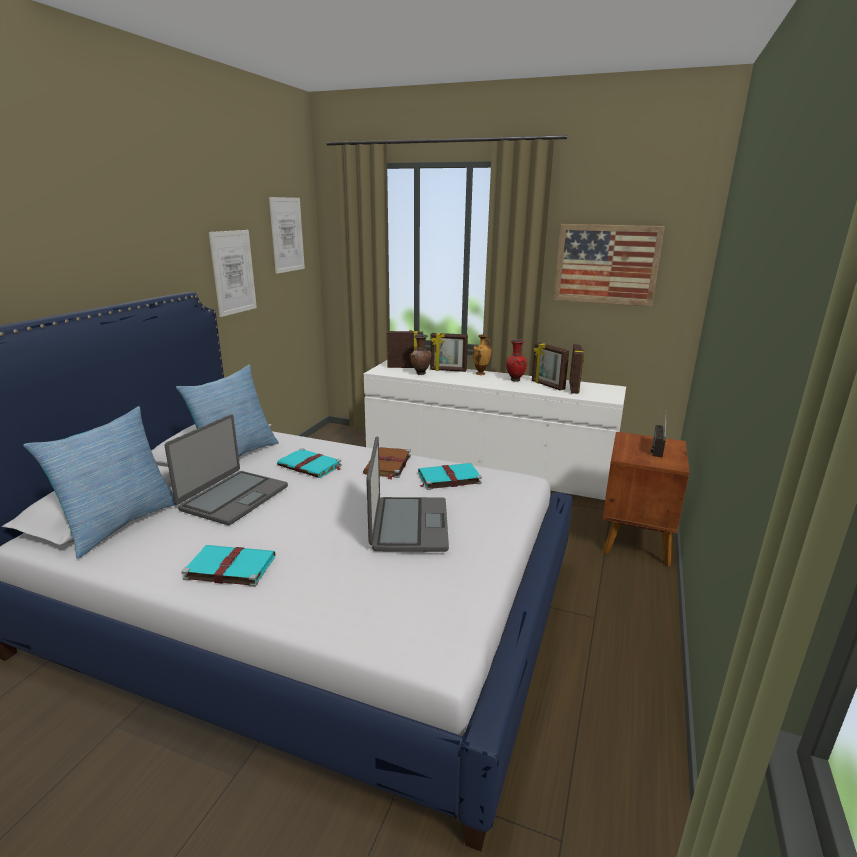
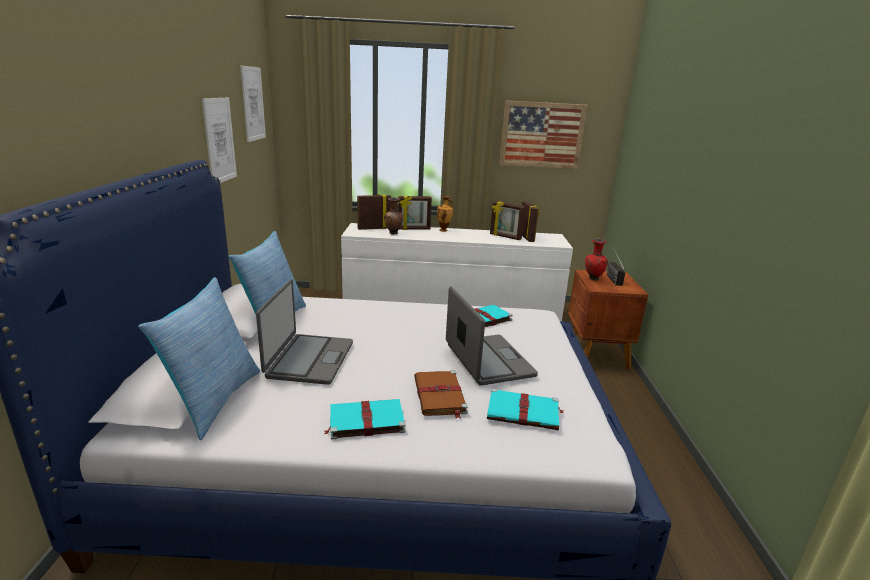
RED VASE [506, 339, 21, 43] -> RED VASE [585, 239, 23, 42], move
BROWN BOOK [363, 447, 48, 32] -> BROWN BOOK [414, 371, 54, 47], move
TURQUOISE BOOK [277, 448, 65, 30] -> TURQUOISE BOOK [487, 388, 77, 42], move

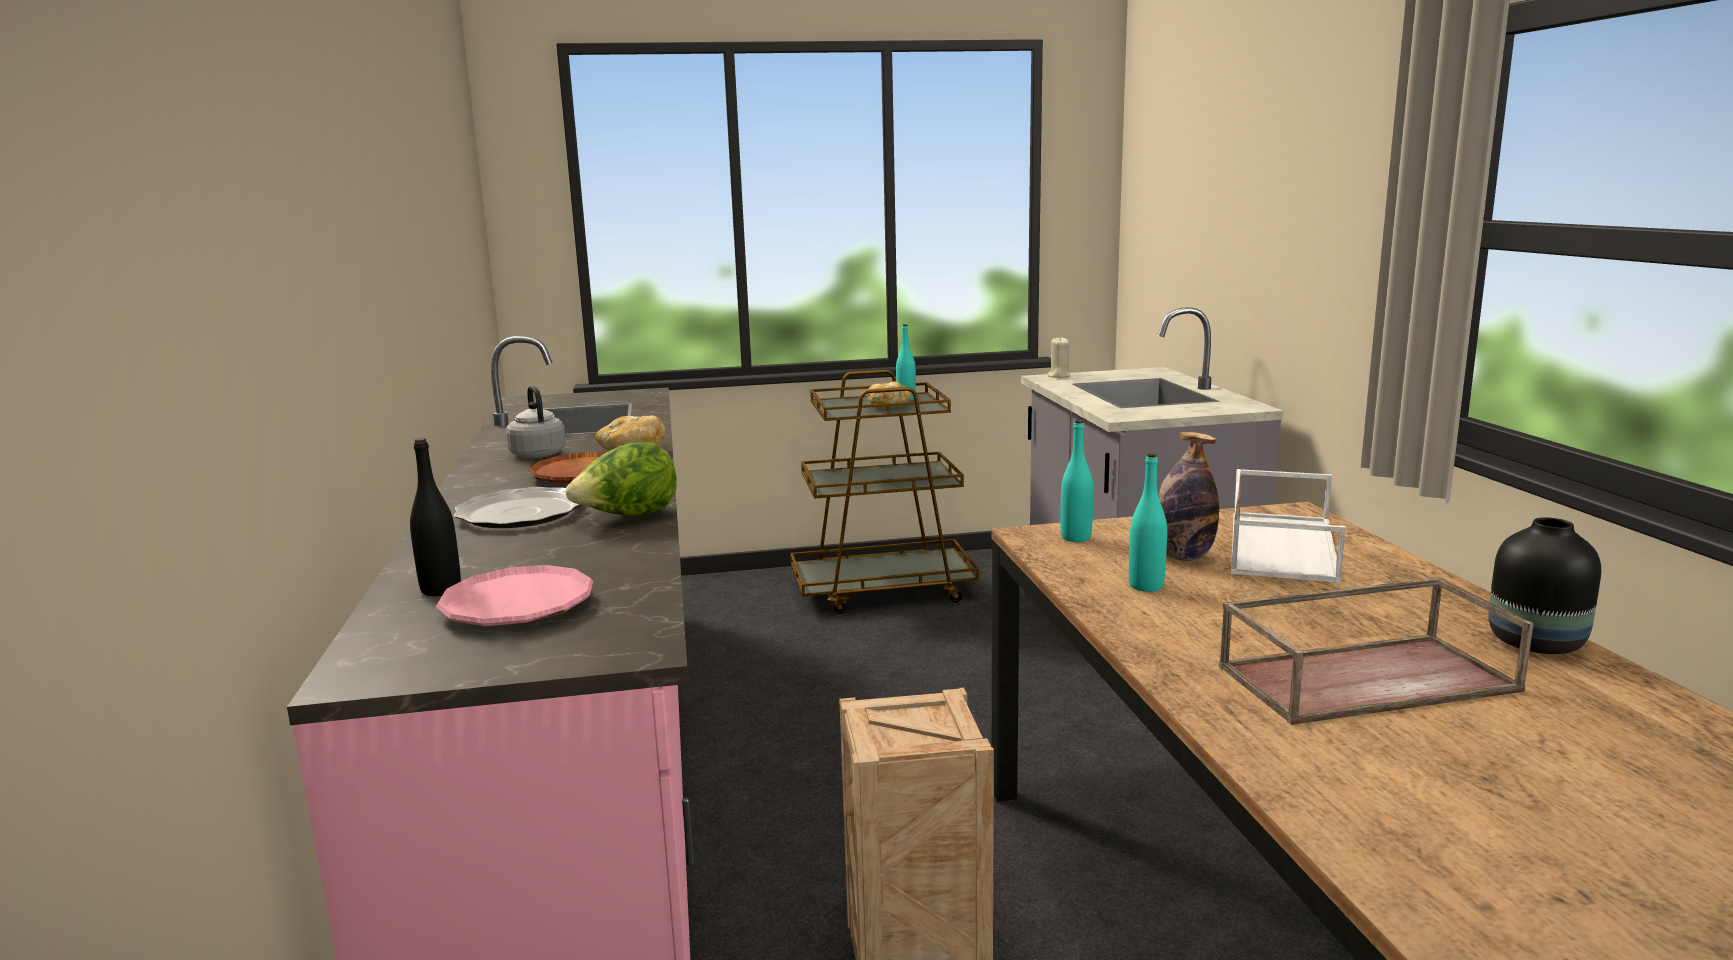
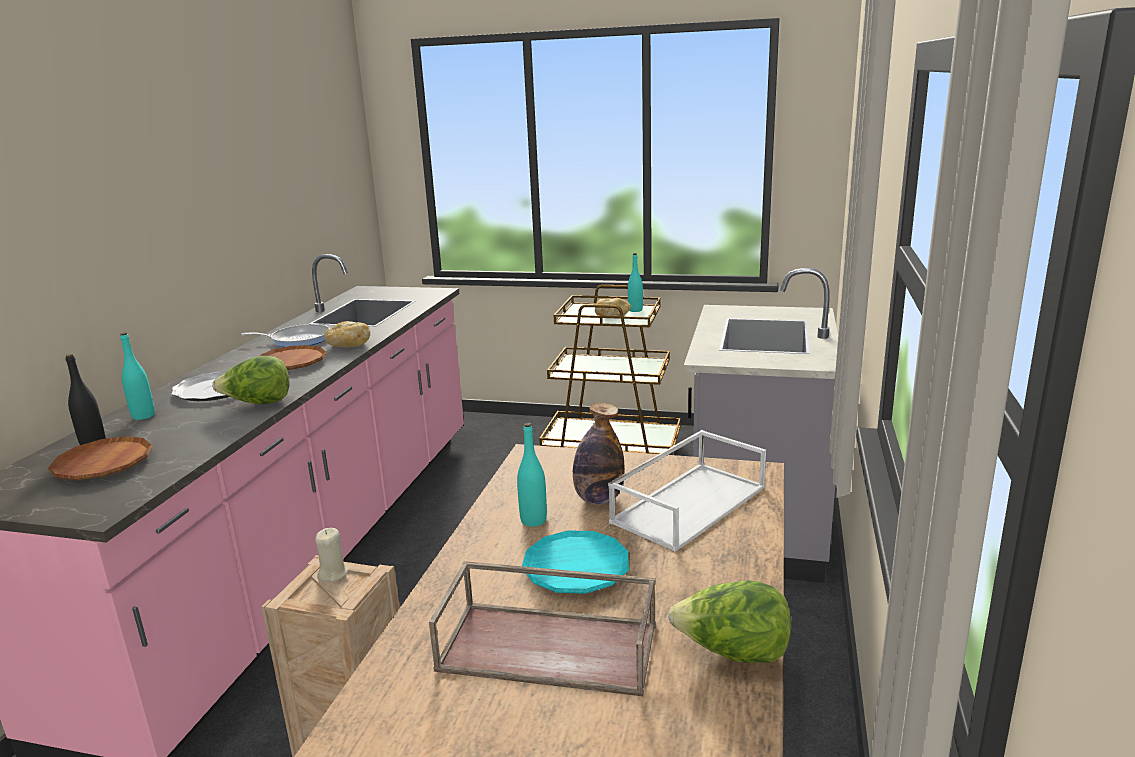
BEIGE CANDLE [1048, 338, 23, 40] -> BEIGE CANDLE [315, 528, 33, 54], move
GREY KETTLE [506, 385, 60, 73] -> FRYING PAN [241, 324, 89, 23]
TURQUOISE BOTTLE [1061, 420, 33, 122] -> TURQUOISE BOTTLE [120, 332, 35, 88], move
BLACK VASE [1488, 517, 113, 137] -> LETTUCE [668, 580, 124, 83]
PINK PLATE [436, 565, 157, 61] -> BROWN PLATE [48, 436, 105, 44]
none -> TURQUOISE PLATE [522, 530, 108, 64]

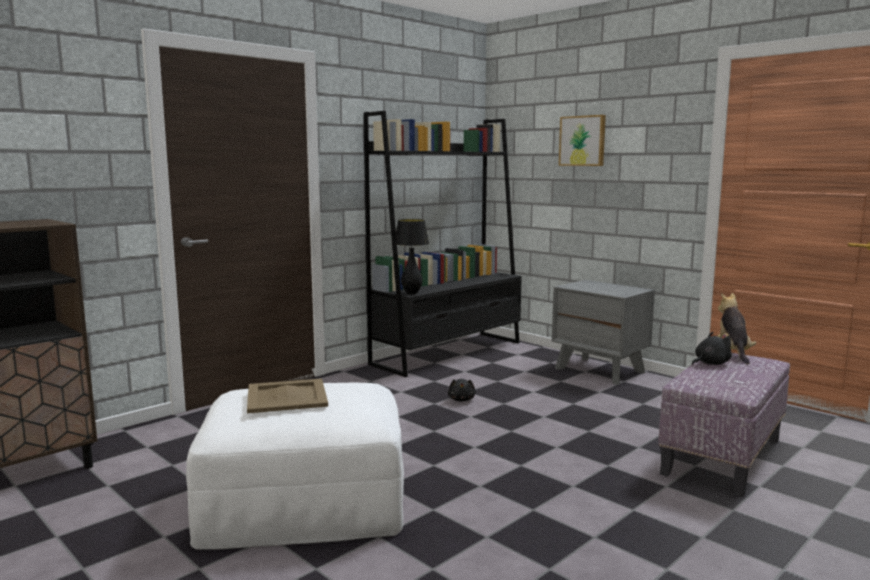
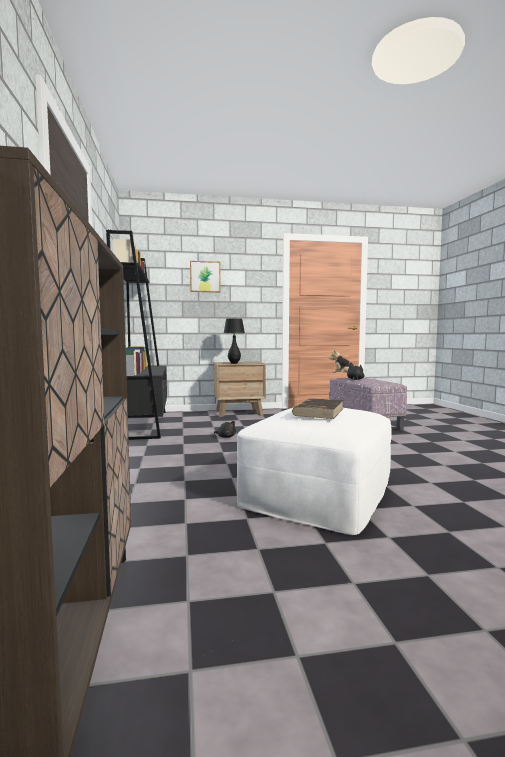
BLACK TABLE LAMP [396, 219, 33, 75] -> BLACK TABLE LAMP [224, 318, 21, 46], move
GREY NIGHTSTAND [552, 280, 103, 104] -> BROWN NIGHTSTAND [214, 362, 52, 55]
BEIGE TRAY [247, 378, 81, 35] -> BROWN BOOK [292, 398, 52, 21]

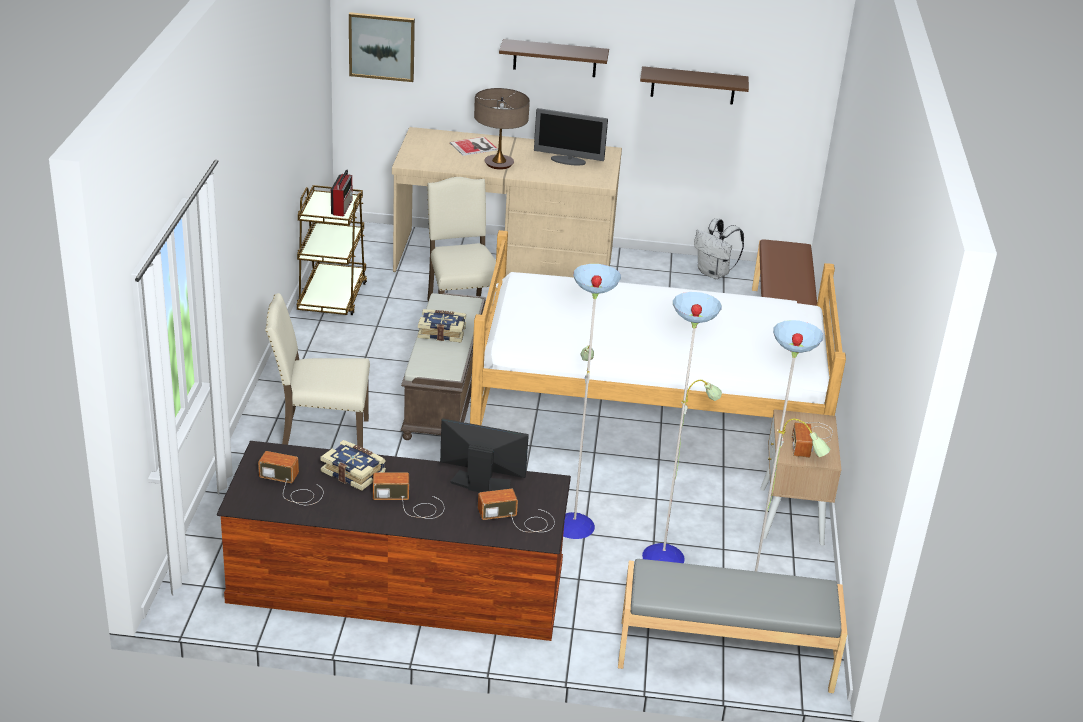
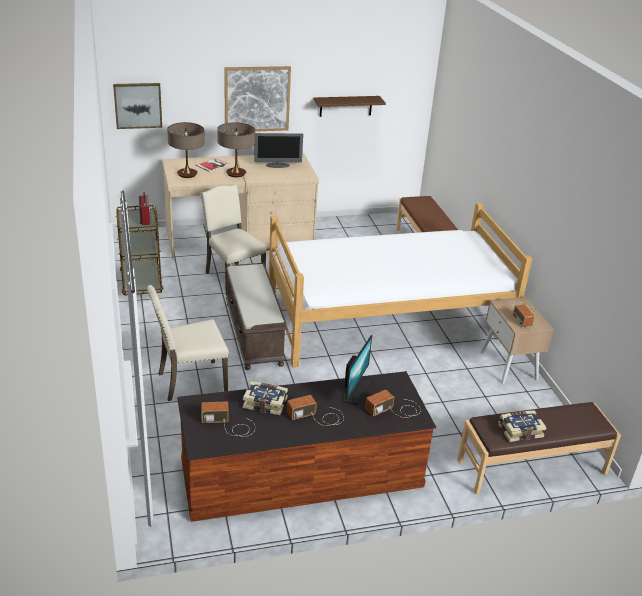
BROWN SHELF [499, 39, 110, 38] -> PICTURE [224, 66, 67, 66]
WHITE BACKPACK [694, 218, 50, 61] -> none
FLOOR LAMP [563, 264, 267, 308] -> none
BOOK [418, 309, 48, 33] -> BOOK [498, 410, 49, 32], move
MONITOR [440, 418, 89, 74] -> MONITOR [343, 335, 29, 70], 120 degrees clockwise
GREY BENCH [618, 559, 229, 134] -> BROWN BENCH [457, 402, 164, 93]
none -> TABLE LAMP [167, 122, 38, 56]

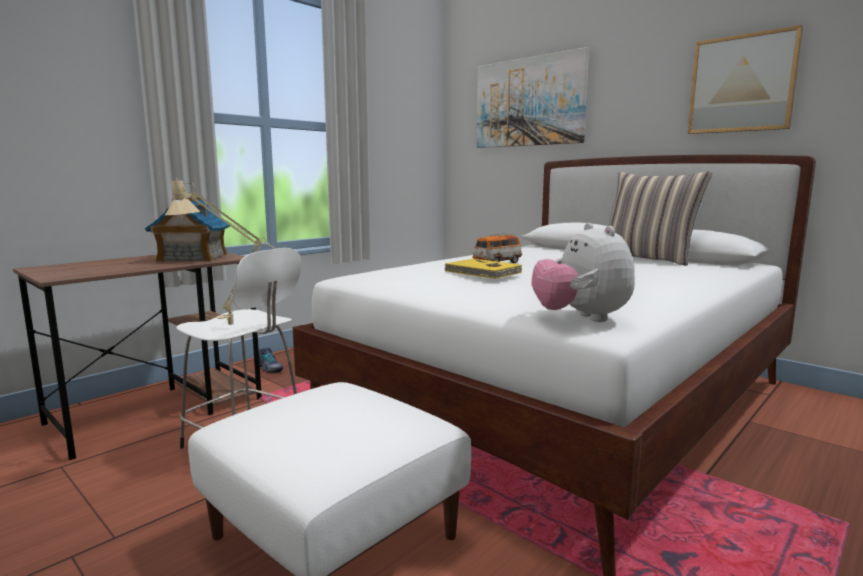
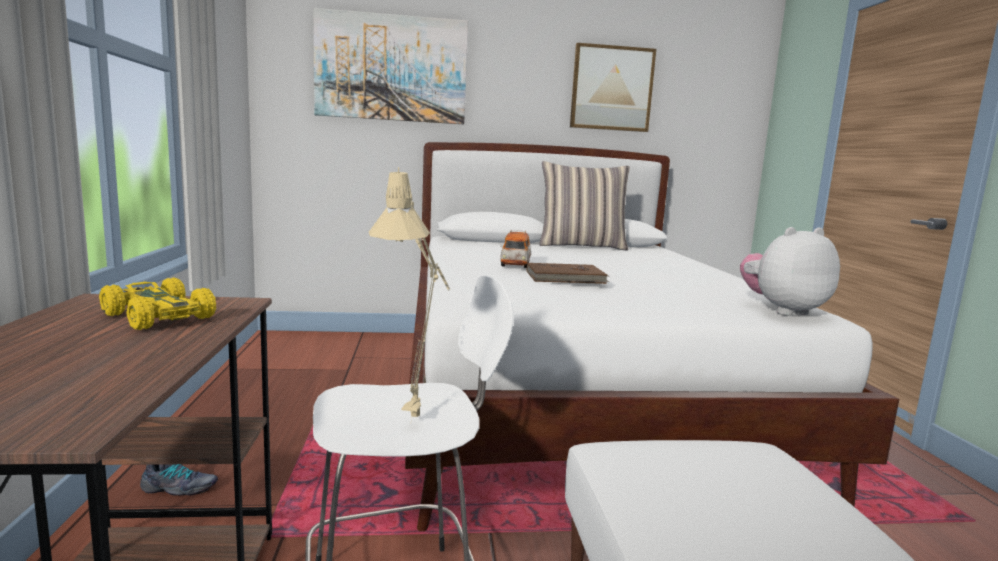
TOY HOUSE [145, 196, 87, 66] -> YELLOW TOY CAR [99, 278, 117, 52]
PLUSH TOY [531, 223, 104, 99] -> PLUSH TOY [740, 227, 100, 89], 135 degrees clockwise
YELLOW BOOK [444, 259, 78, 20] -> BROWN BOOK [527, 263, 83, 21]

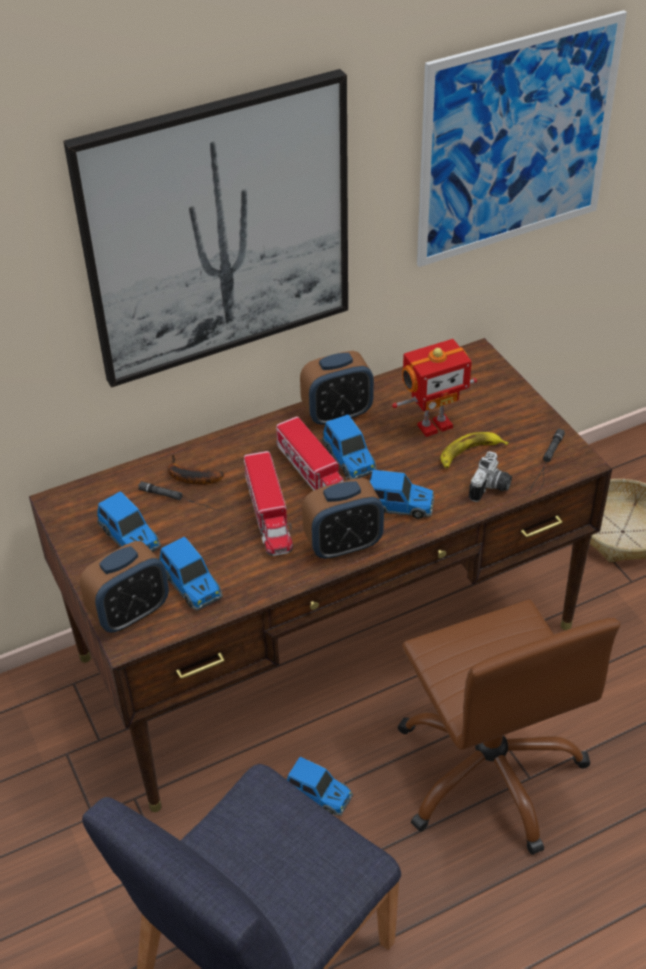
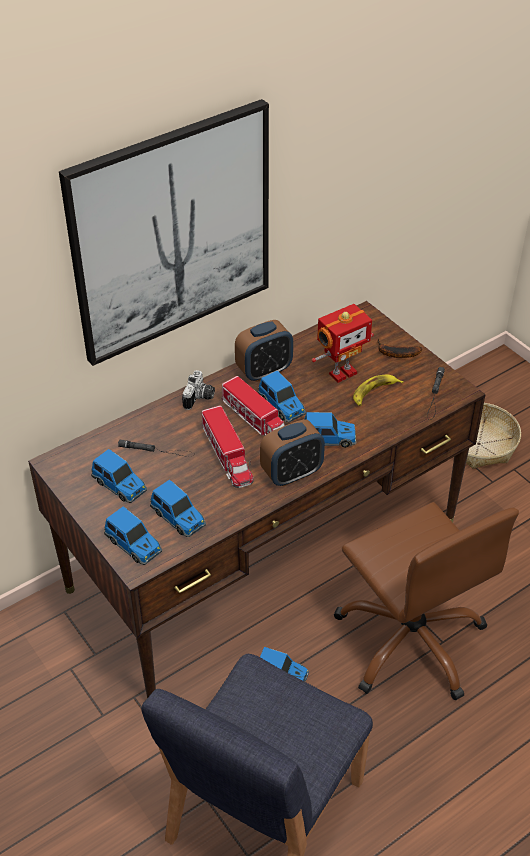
PICTURE [417, 10, 210, 257] -> none
PHOTO CAMERA [469, 451, 43, 51] -> PHOTO CAMERA [182, 370, 33, 40], move
BANANA [168, 455, 56, 30] -> BANANA [378, 339, 44, 19], move
ALARM CLOCK [80, 541, 89, 92] -> TOY CAR [104, 507, 58, 58]

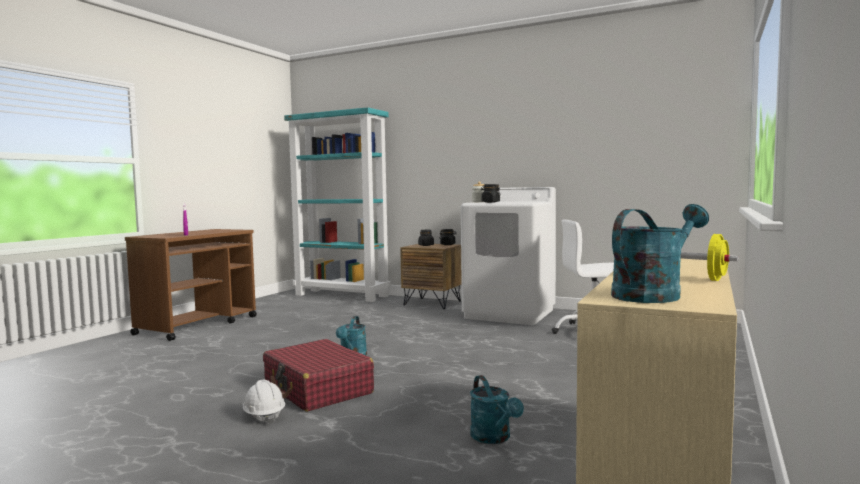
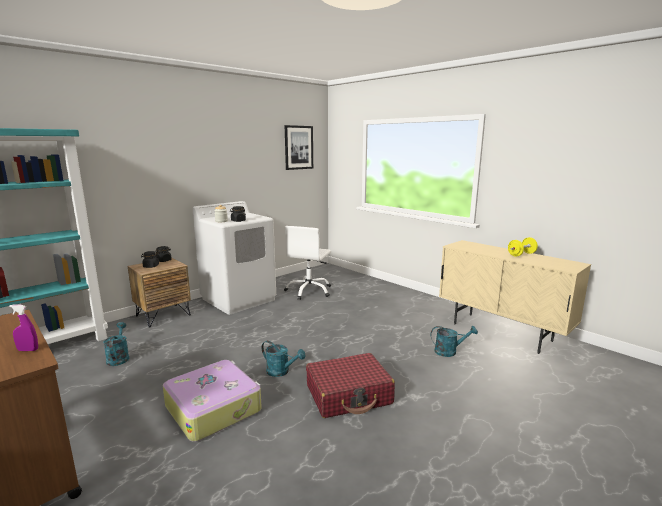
TURQUOISE WATERING CAN [611, 204, 98, 99] -> TURQUOISE WATERING CAN [103, 322, 26, 44], move
WHITE HARD HAT [243, 380, 42, 44] -> none
none -> PICTURE [285, 125, 28, 45]
none -> SUITCASE [163, 360, 99, 82]

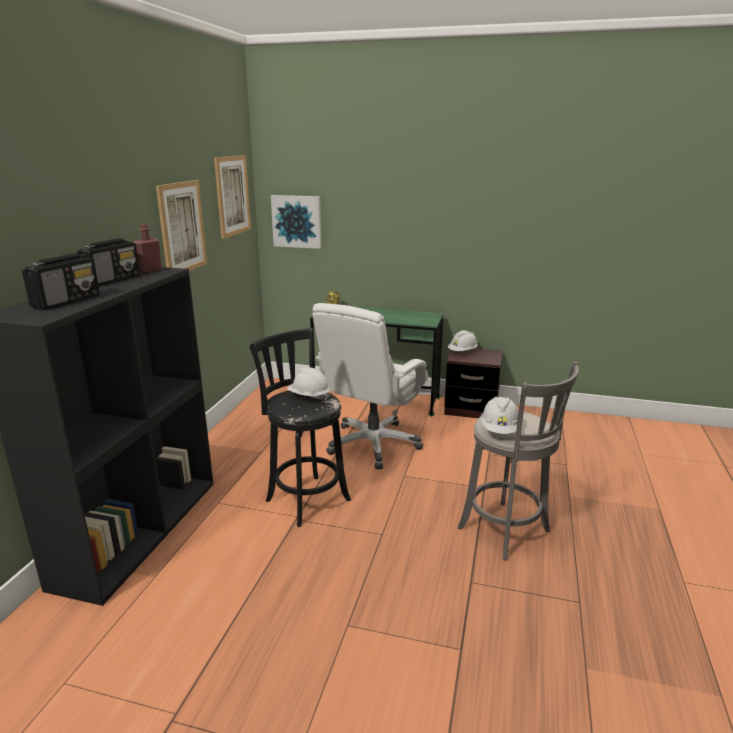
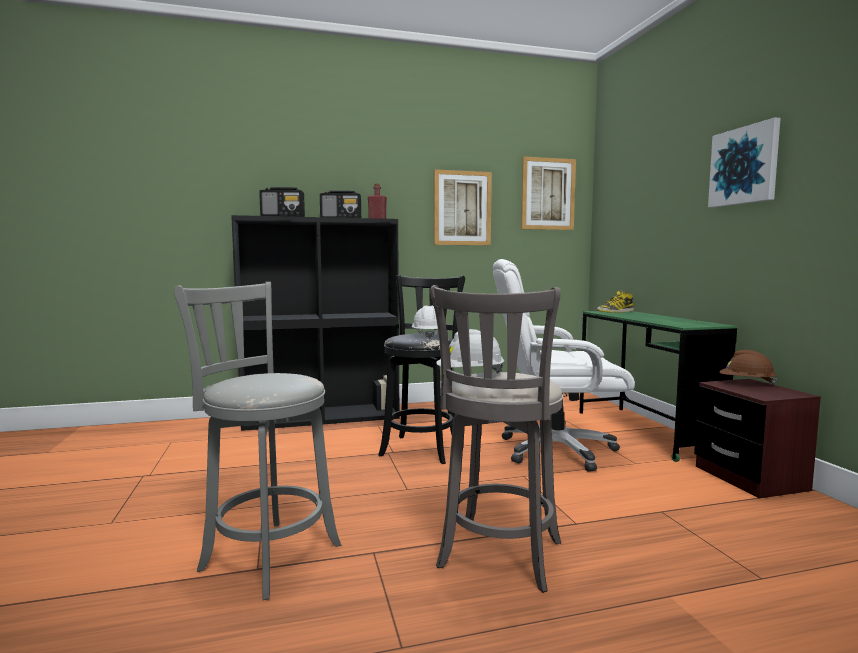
PICTURE [271, 195, 51, 54] -> PICTURE [708, 117, 73, 91], move
WHITE HARD HAT [448, 330, 30, 21] -> BROWN HARD HAT [719, 350, 58, 35]
none -> GREY STOOL [174, 282, 167, 318]

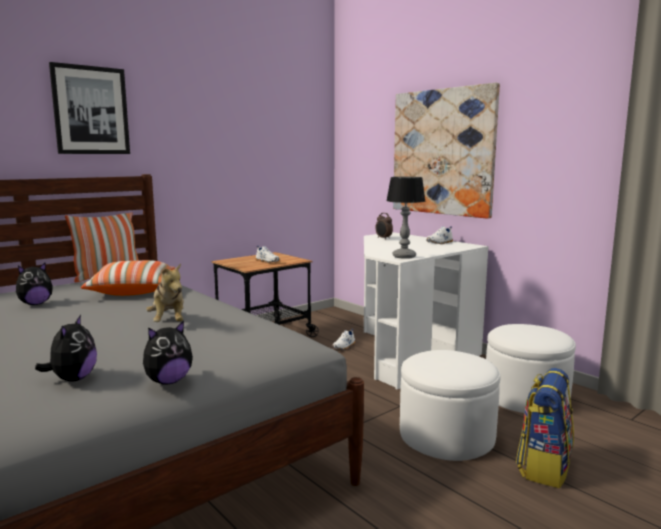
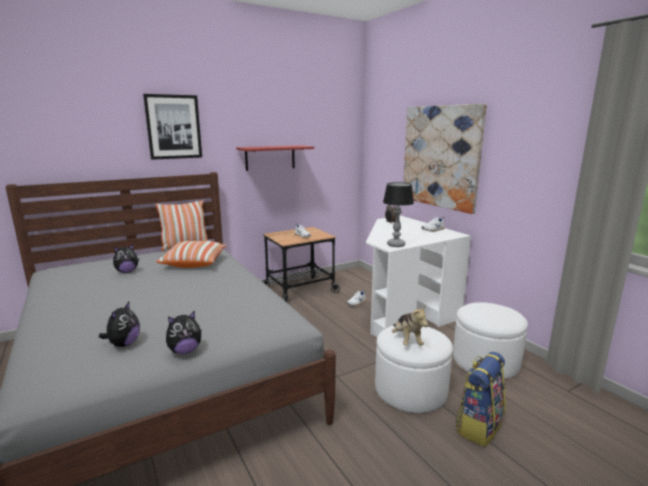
PLUSH TOY [146, 263, 38, 59] -> PLUSH TOY [392, 305, 36, 41], move
none -> RED SHELF [236, 145, 78, 26]

